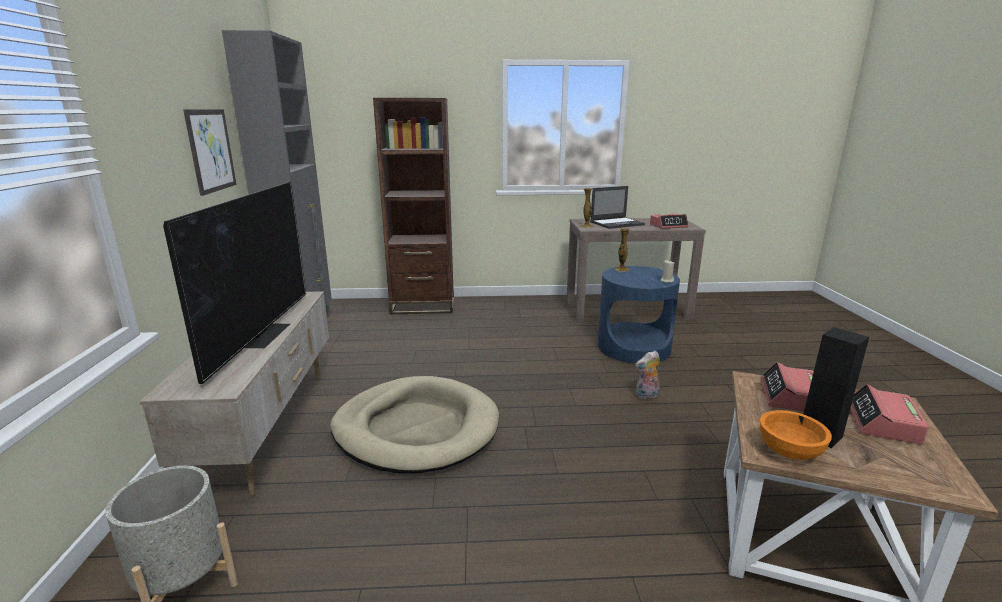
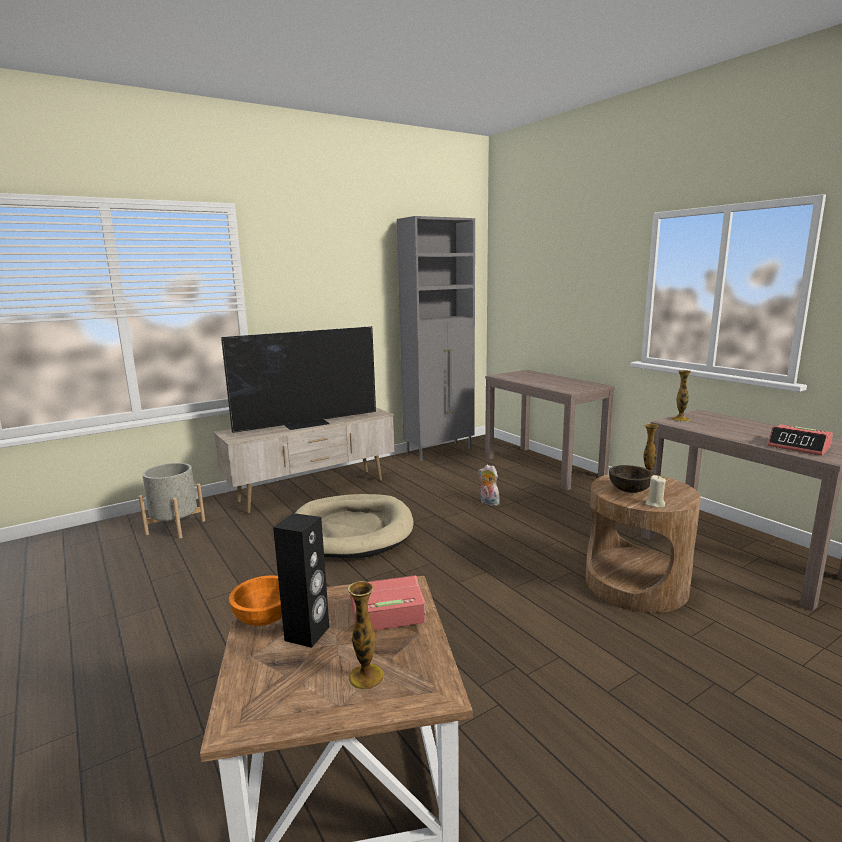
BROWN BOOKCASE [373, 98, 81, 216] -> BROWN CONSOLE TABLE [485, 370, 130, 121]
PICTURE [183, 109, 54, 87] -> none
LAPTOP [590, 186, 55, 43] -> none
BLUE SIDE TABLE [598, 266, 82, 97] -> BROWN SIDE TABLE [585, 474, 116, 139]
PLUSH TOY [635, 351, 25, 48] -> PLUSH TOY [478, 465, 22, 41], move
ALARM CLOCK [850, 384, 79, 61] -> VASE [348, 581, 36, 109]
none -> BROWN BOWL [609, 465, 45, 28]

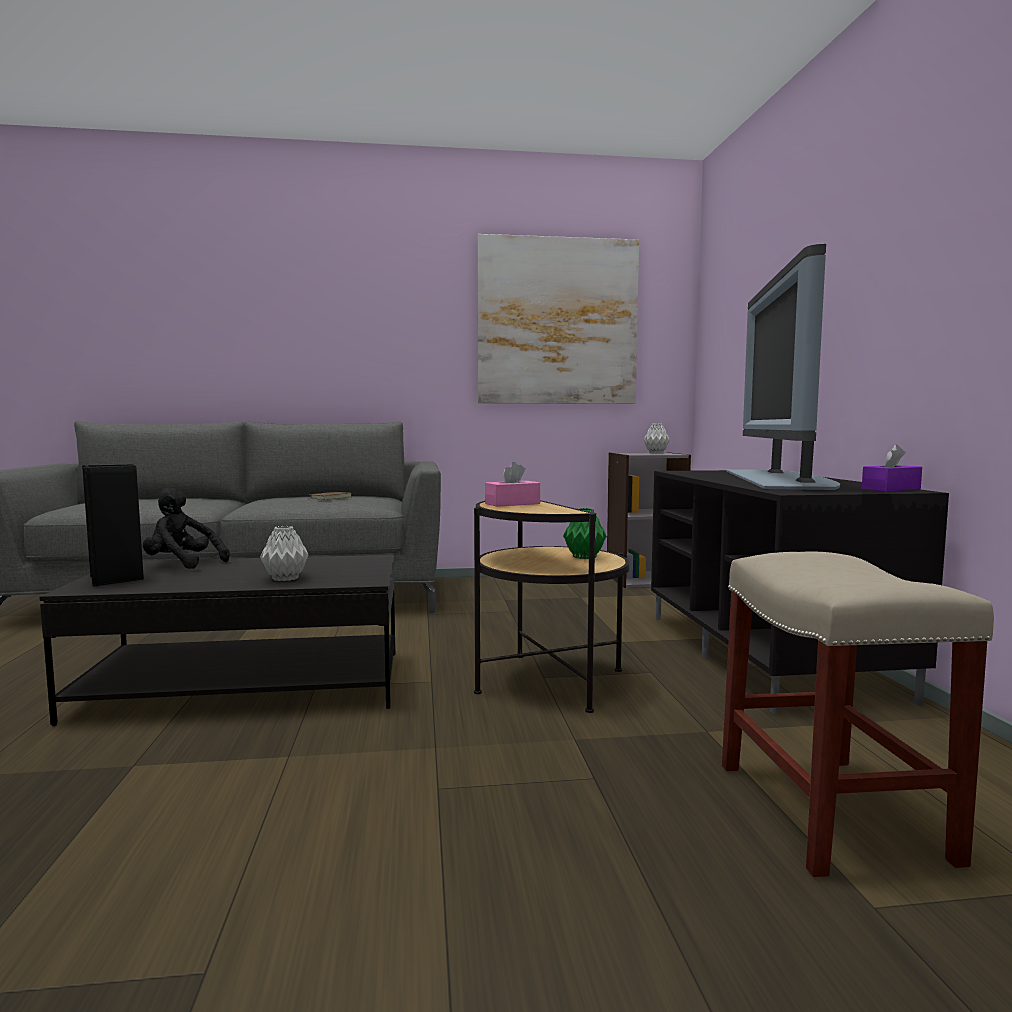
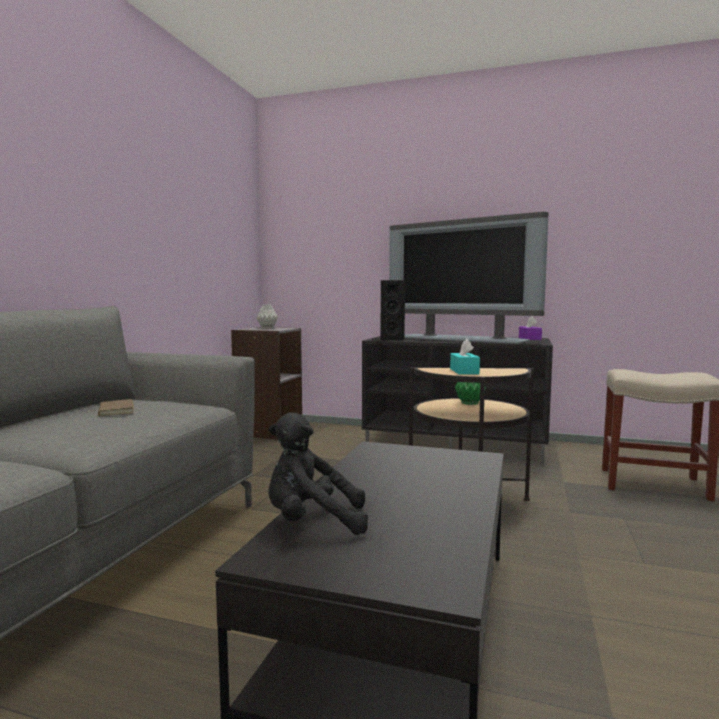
PICTURE [477, 234, 162, 170] -> none
PINK TISSUE BOX [485, 462, 55, 45] -> TURQUOISE TISSUE BOX [450, 339, 30, 36]
BLACK SPEAKER [82, 464, 62, 123] -> BLACK SPEAKER [380, 280, 25, 60], move
BLACK PLUSH TOY [143, 487, 87, 82] -> BLACK PLUSH TOY [268, 412, 100, 123], 45 degrees clockwise
GREY VASE [260, 526, 48, 55] -> none

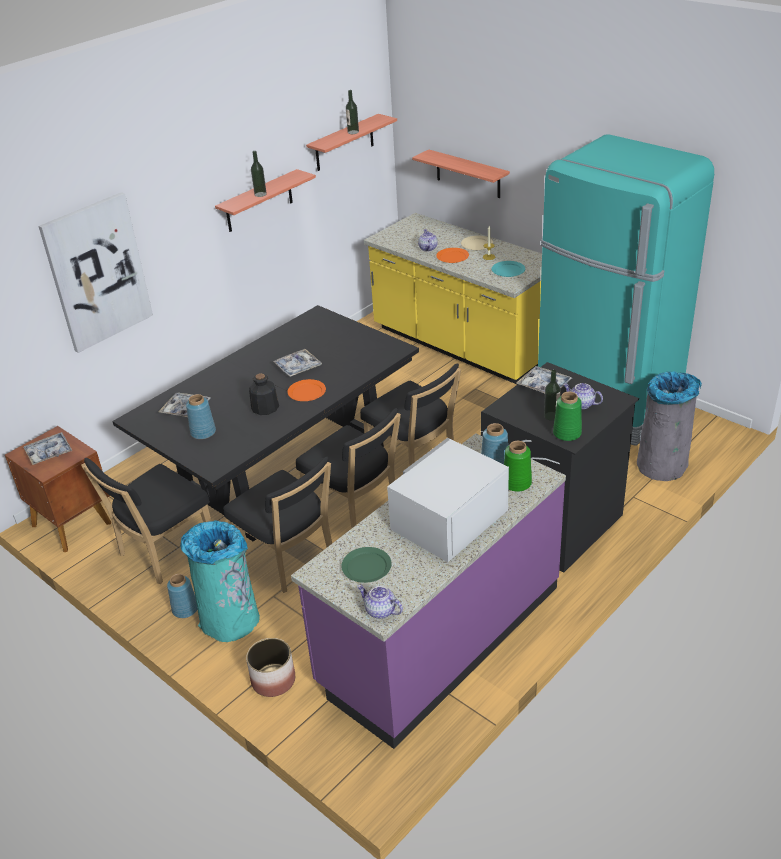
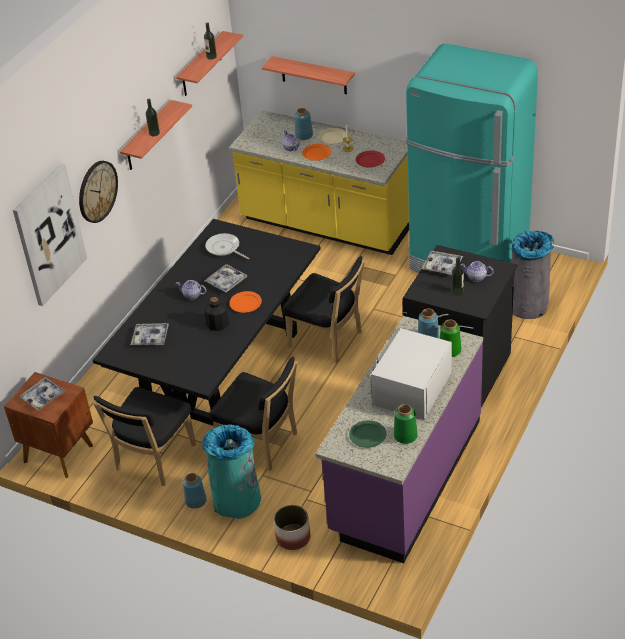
TURQUOISE PLATE [492, 261, 33, 16] -> RED PLATE [356, 150, 29, 18]
GREEN VASE [553, 392, 29, 49] -> GREEN VASE [394, 404, 24, 40], move
BLUE VASE [186, 394, 30, 45] -> BLUE VASE [295, 108, 18, 32], move
BLACK CHAIR [296, 408, 105, 121] -> none
TEAPOT [357, 585, 46, 34] -> TEAPOT [176, 280, 30, 20], move
none -> WALL CLOCK [79, 161, 39, 62]
none -> FRYING PAN [205, 233, 45, 26]

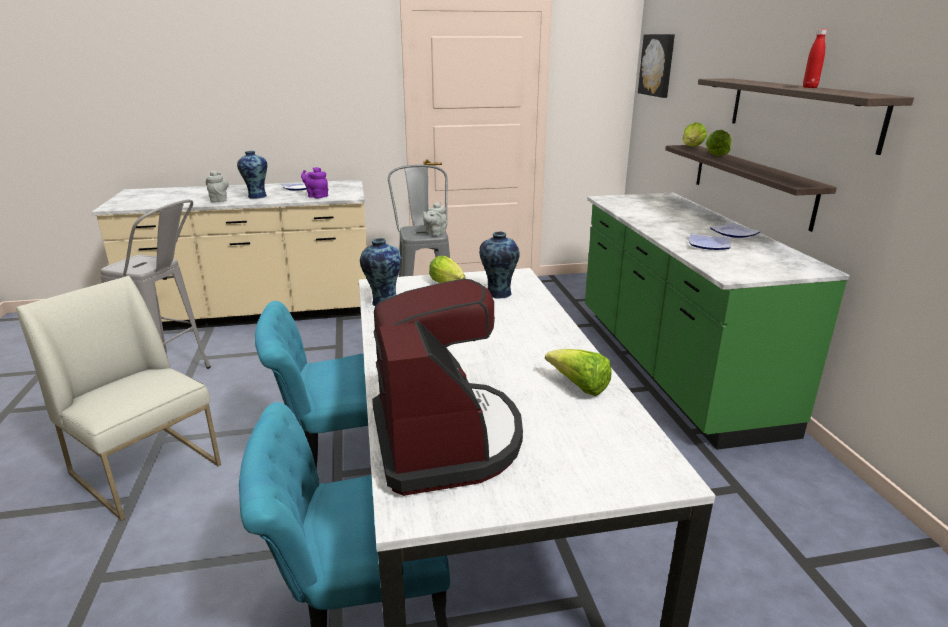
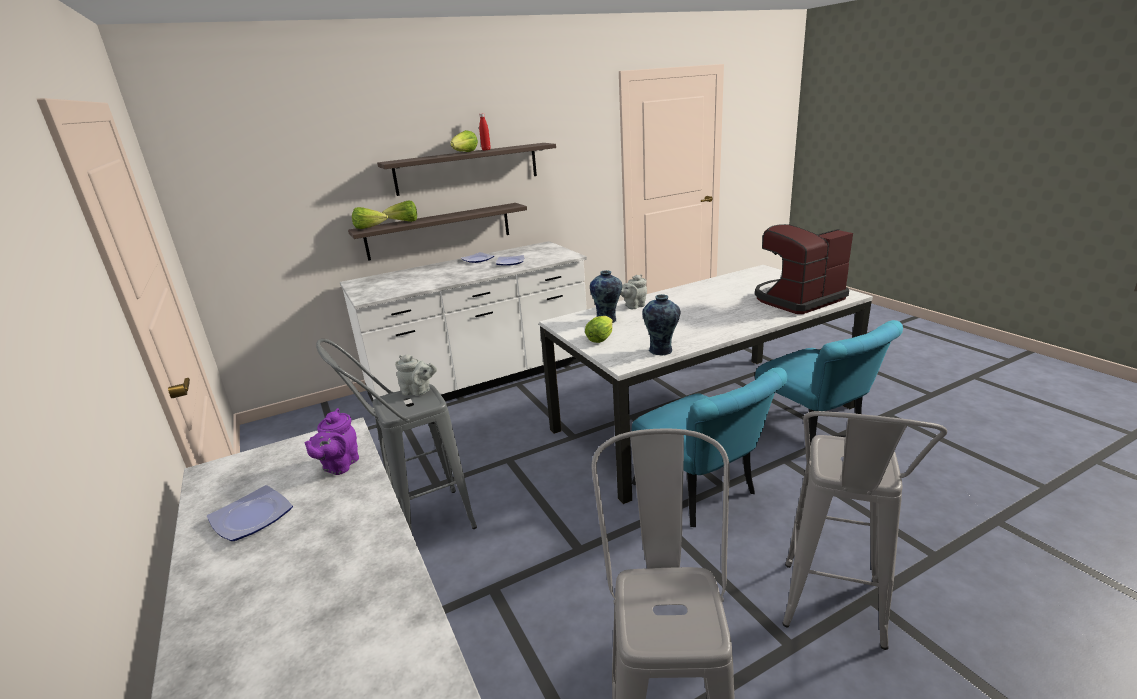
PICTURE [638, 34, 37, 64] -> none
VASE [237, 151, 30, 48] -> none
GREY TEAPOT [206, 170, 23, 32] -> GREY TEAPOT [620, 274, 27, 35], move
GREEN COUNTER [585, 192, 265, 258] -> WHITE COUNTER [340, 241, 247, 166]
WHITE CHAIR [16, 276, 205, 245] -> GREY STOOL [782, 411, 165, 239]
LETTUCE [545, 349, 66, 47] -> LETTUCE [450, 130, 28, 22], move

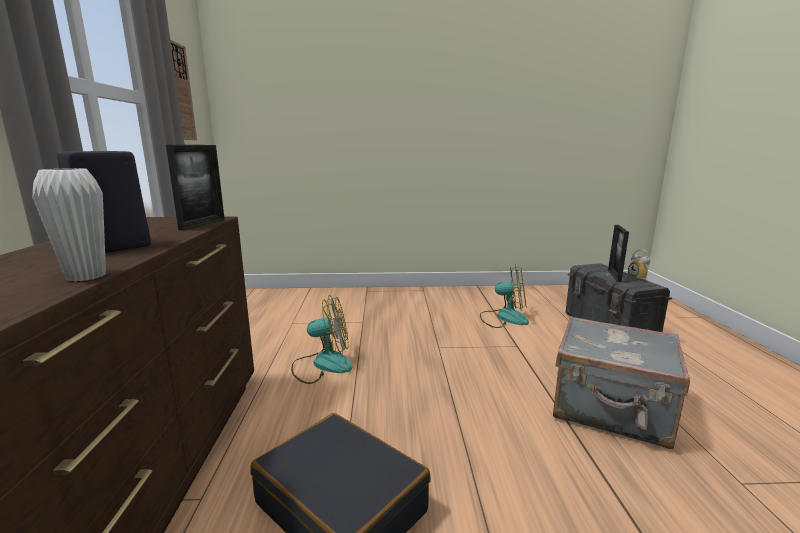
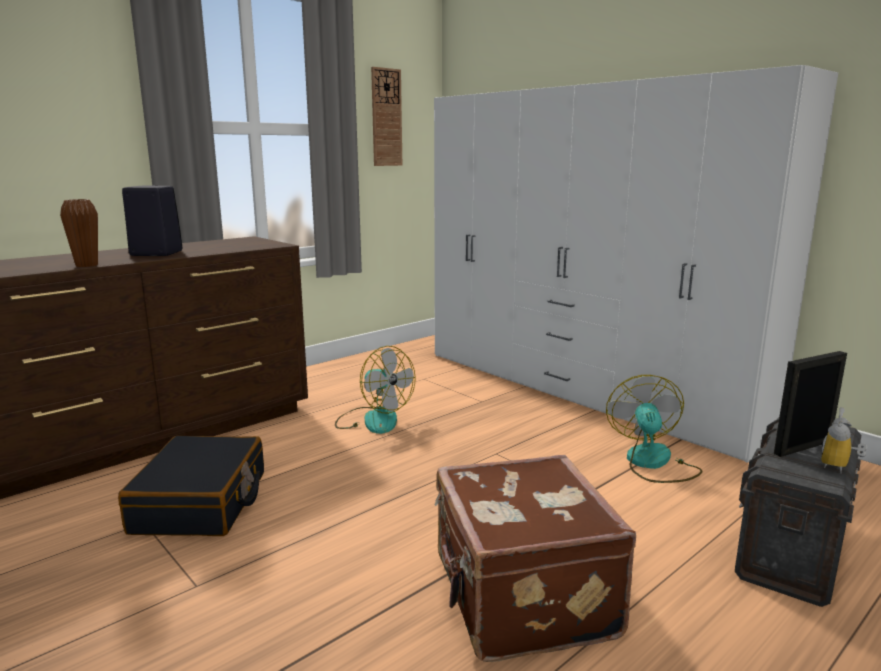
PICTURE FRAME [166, 145, 59, 85] -> none
WHITE VASE [32, 168, 74, 114] -> BROWN VASE [60, 199, 38, 68]
FAN [480, 264, 49, 64] -> FAN [606, 375, 97, 108], 150 degrees counterclockwise
GREY SUITCASE [553, 316, 137, 133] -> BROWN SUITCASE [435, 455, 201, 207]
none -> WHITE WARDROBE [434, 65, 404, 398]

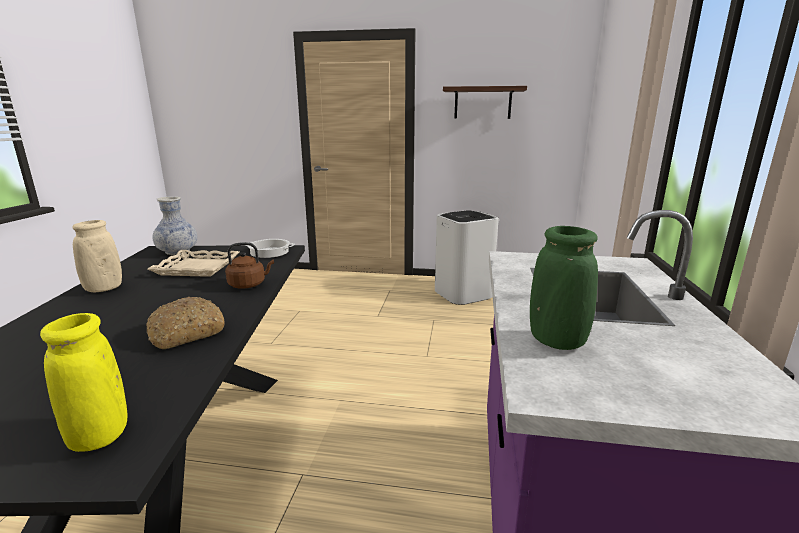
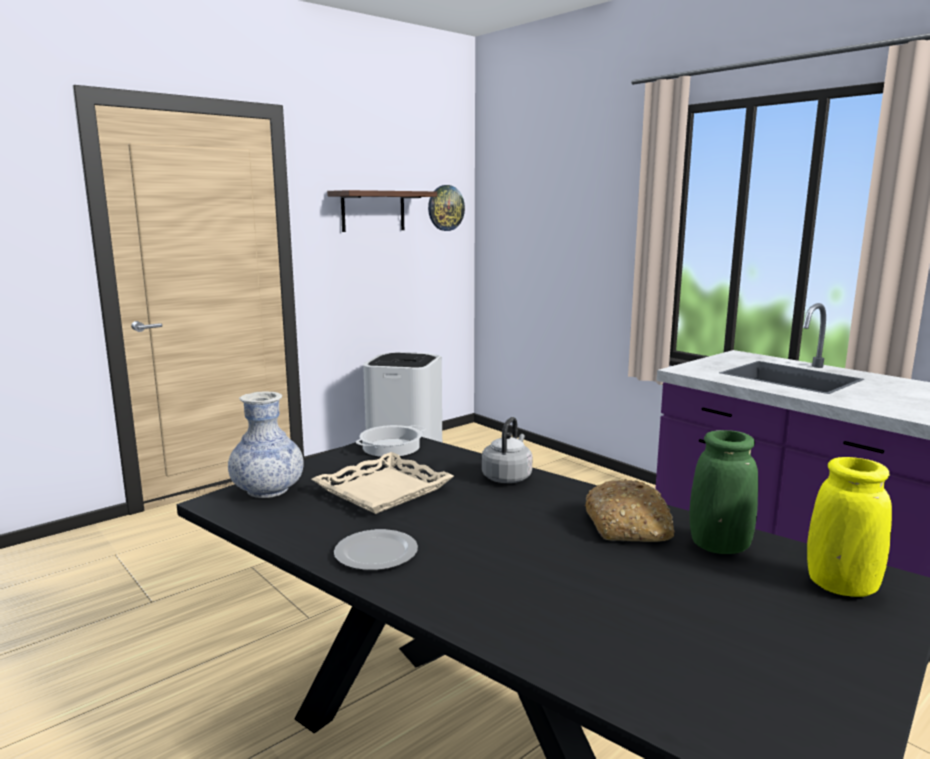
BEIGE VASE [72, 220, 50, 72] -> PLATE [334, 529, 84, 41]
GREEN VASE [530, 226, 68, 124] -> GREEN VASE [689, 430, 69, 124], move
BROWN KETTLE [225, 242, 49, 47] -> GREY KETTLE [482, 417, 51, 66]
none -> WALL CLOCK [428, 185, 37, 46]

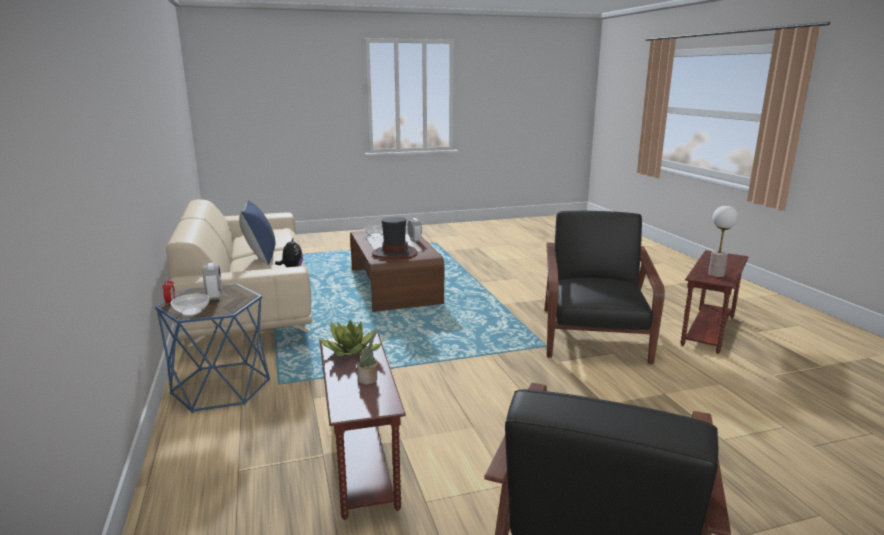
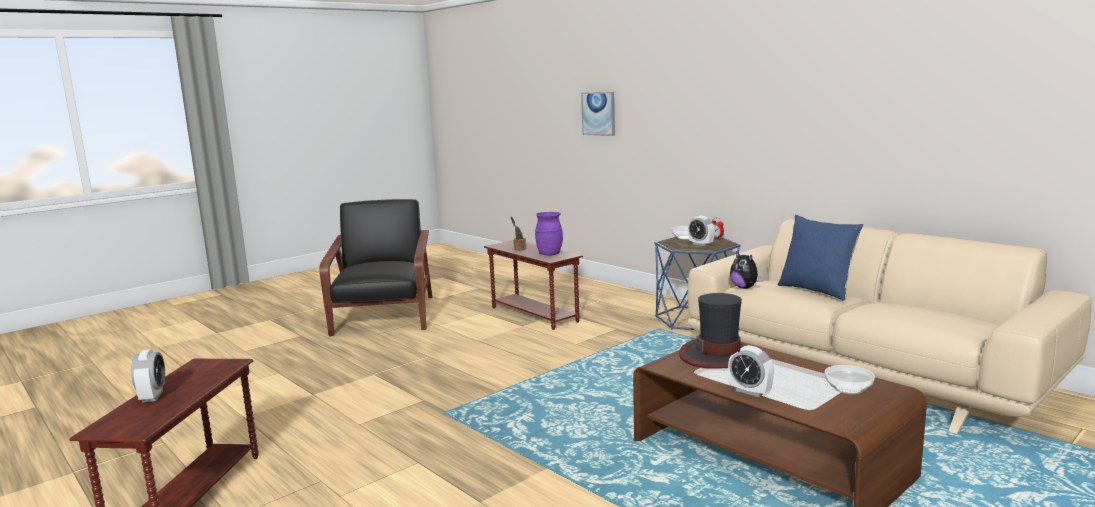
TABLE LAMP [708, 205, 30, 72] -> none
BLACK ARMCHAIR [544, 211, 121, 153] -> none
POTTED PLANT [320, 320, 63, 36] -> PURPLE VASE [535, 212, 28, 44]
none -> PICTURE [581, 92, 34, 44]
none -> ALARM CLOCK [131, 349, 34, 54]

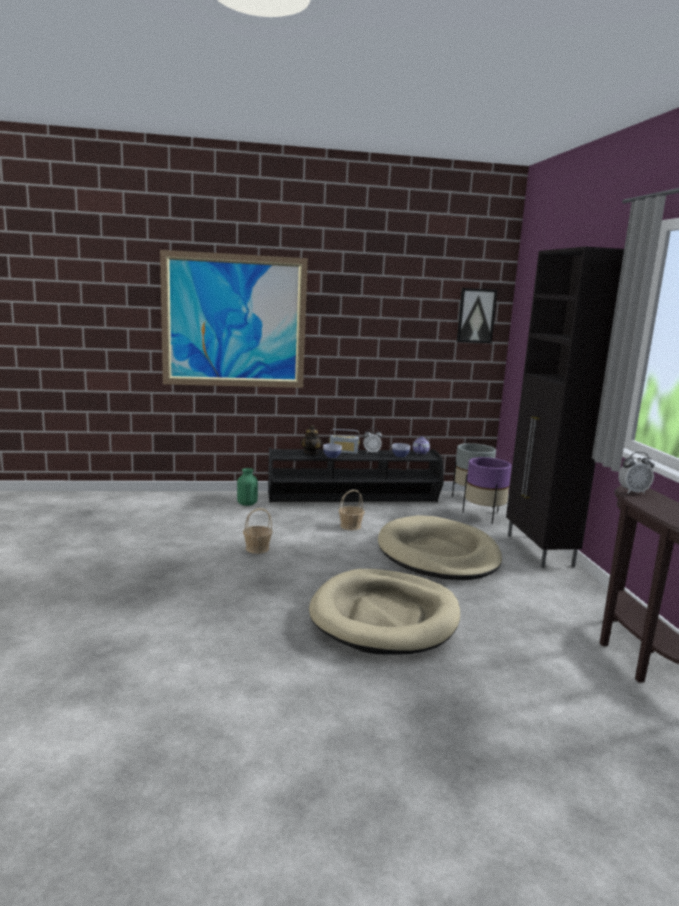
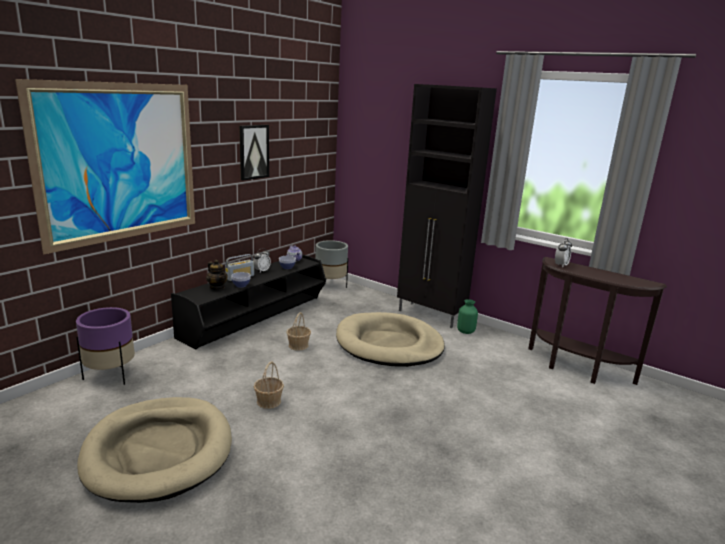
PICTURE [457, 288, 40, 55] -> PICTURE [239, 125, 30, 55], move
PURPLE PLANTER [462, 457, 50, 67] -> PURPLE PLANTER [76, 307, 59, 78], move
GREEN VASE [237, 468, 21, 38] -> GREEN VASE [457, 299, 21, 35], move
BEIGE DOG BED [309, 569, 151, 86] -> BEIGE DOG BED [77, 397, 155, 106], move

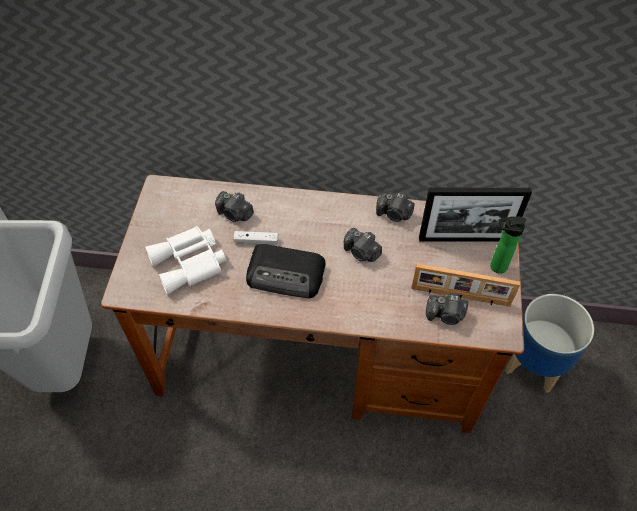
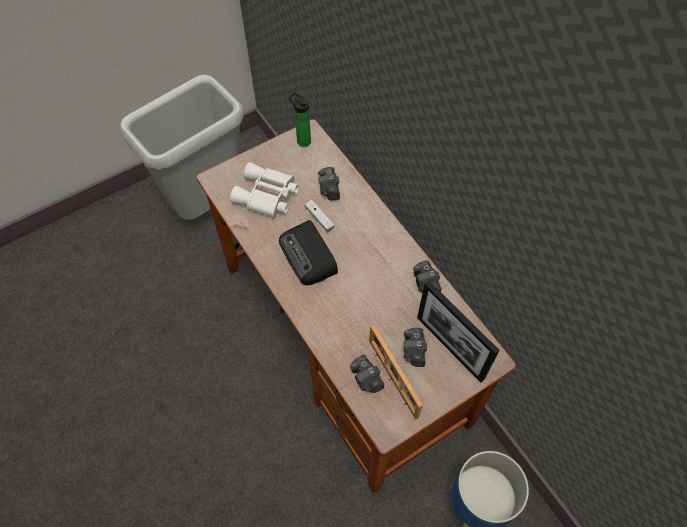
BOTTLE [490, 216, 37, 58] -> BOTTLE [288, 92, 23, 55], move
PHOTO CAMERA [344, 228, 38, 34] -> PHOTO CAMERA [403, 328, 24, 39], move

